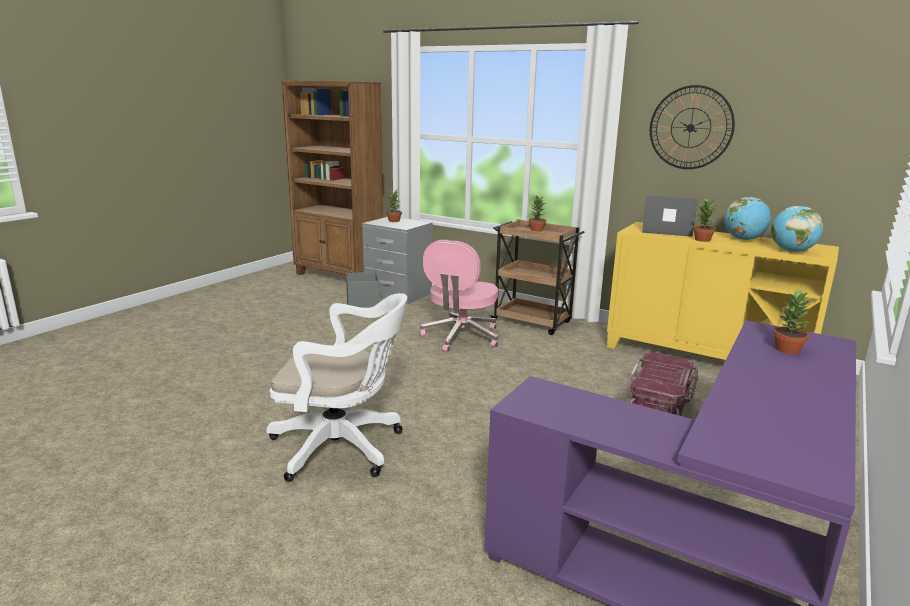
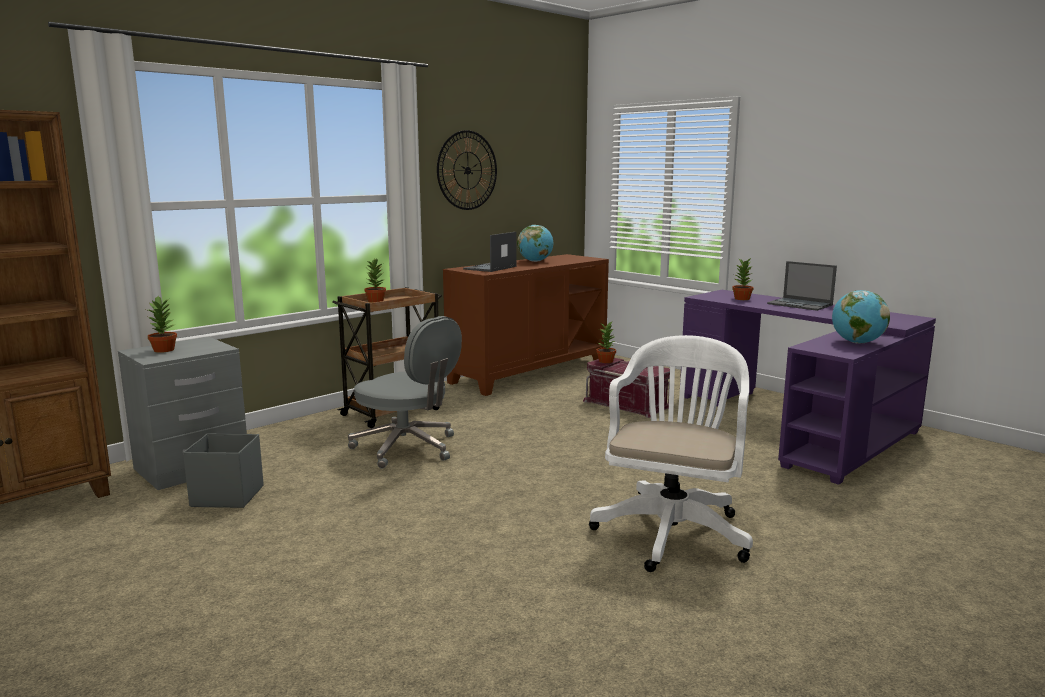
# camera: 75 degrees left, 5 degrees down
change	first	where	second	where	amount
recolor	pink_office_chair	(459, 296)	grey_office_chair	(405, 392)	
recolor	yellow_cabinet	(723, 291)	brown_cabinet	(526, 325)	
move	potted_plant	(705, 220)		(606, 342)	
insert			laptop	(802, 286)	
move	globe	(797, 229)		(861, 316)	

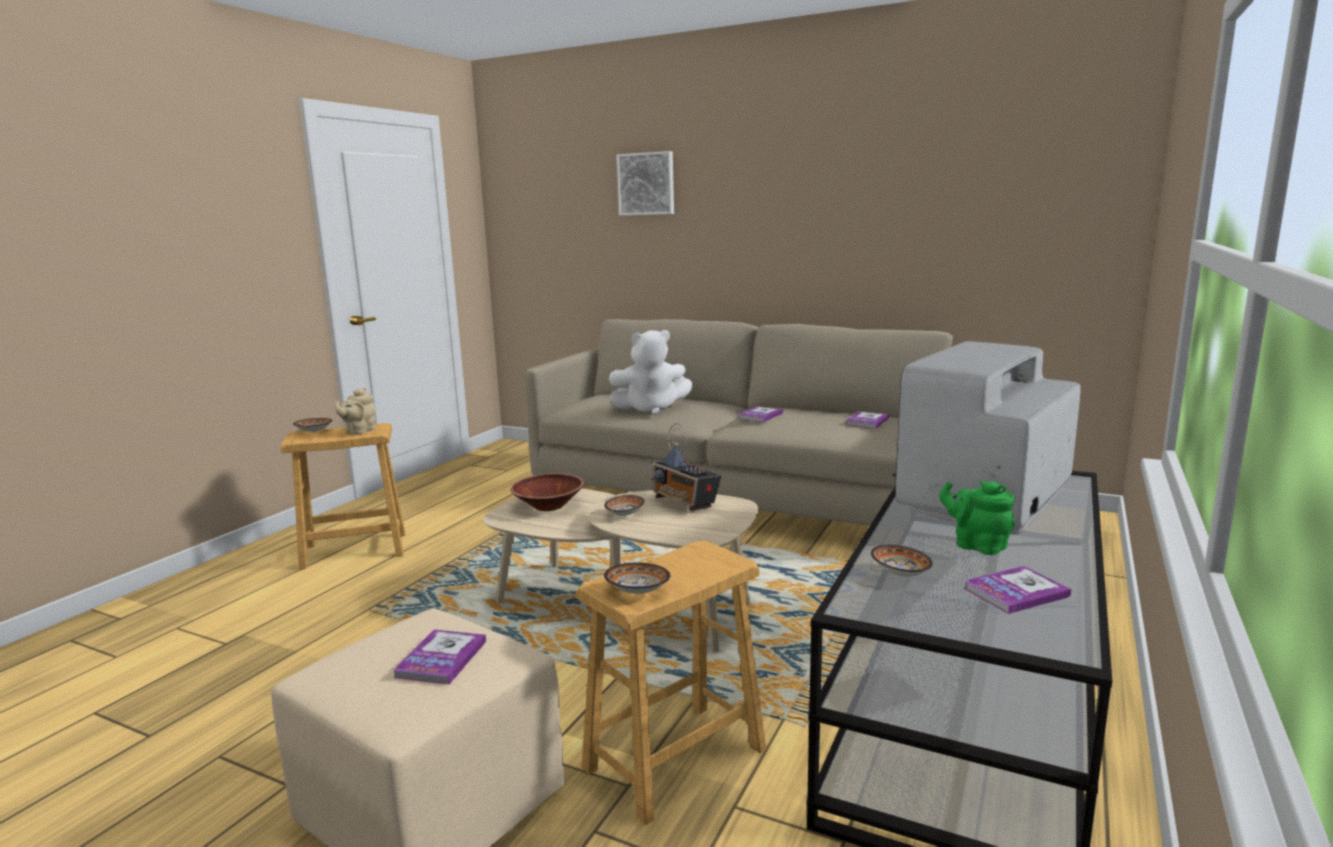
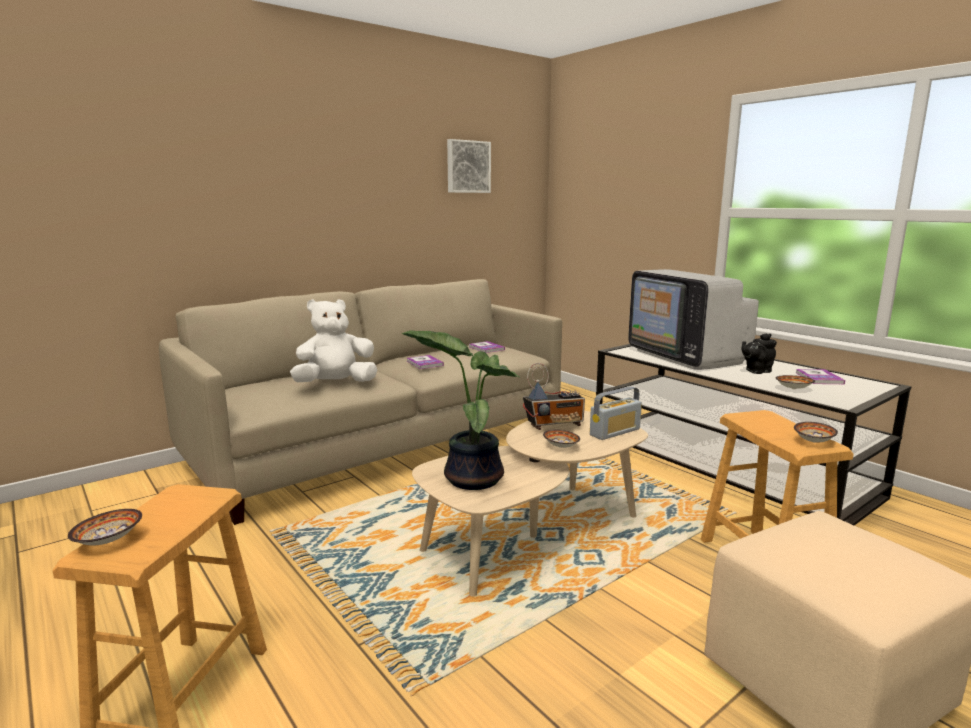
# camera: 65 degrees left, 0 degrees up
change	first	where	second	where	amount
rotate	white_plush_toy	(650, 372)		(333, 340)	135 degrees counterclockwise
replace	brown_bowl	(547, 492)	potted_plant	(460, 410)	
move	picture	(645, 183)		(469, 166)	
insert			radio	(616, 413)	
recolor	green_teapot	(977, 518)	black_teapot	(759, 353)	
delete	beige_teapot	(355, 411)			
delete	book	(439, 657)			

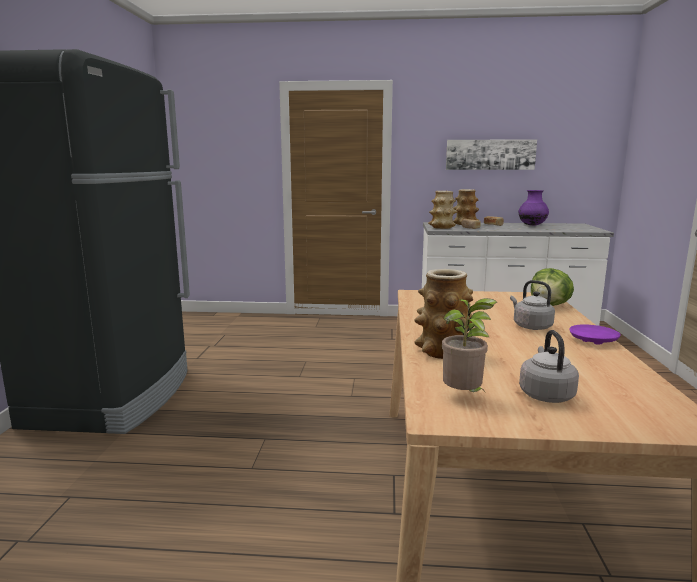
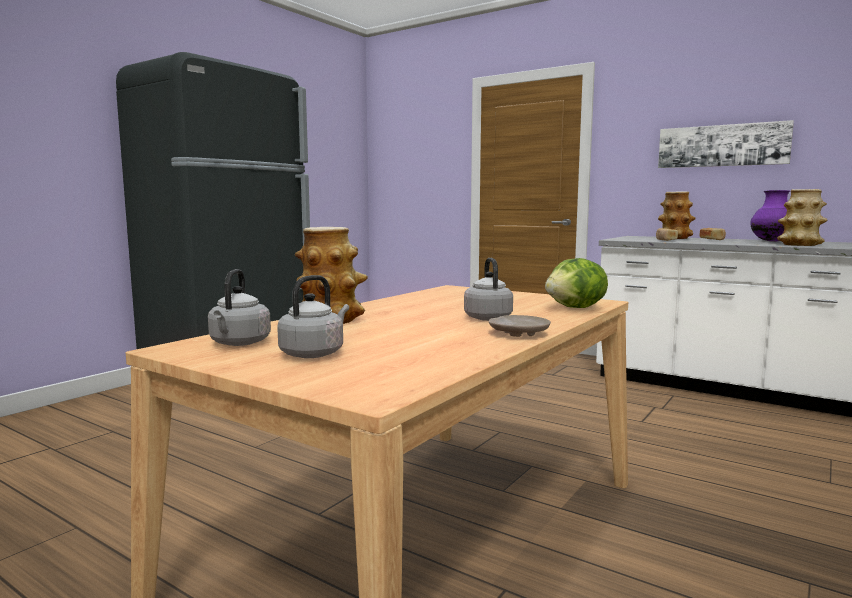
# camera: 30 degrees right, 5 degrees down
change	first	where	second	where	amount
replace	potted_plant	(469, 345)	grey_kettle	(239, 307)	
recolor	purple_plate	(595, 334)	beige_plate	(520, 326)	
move	vase	(442, 210)		(802, 217)	

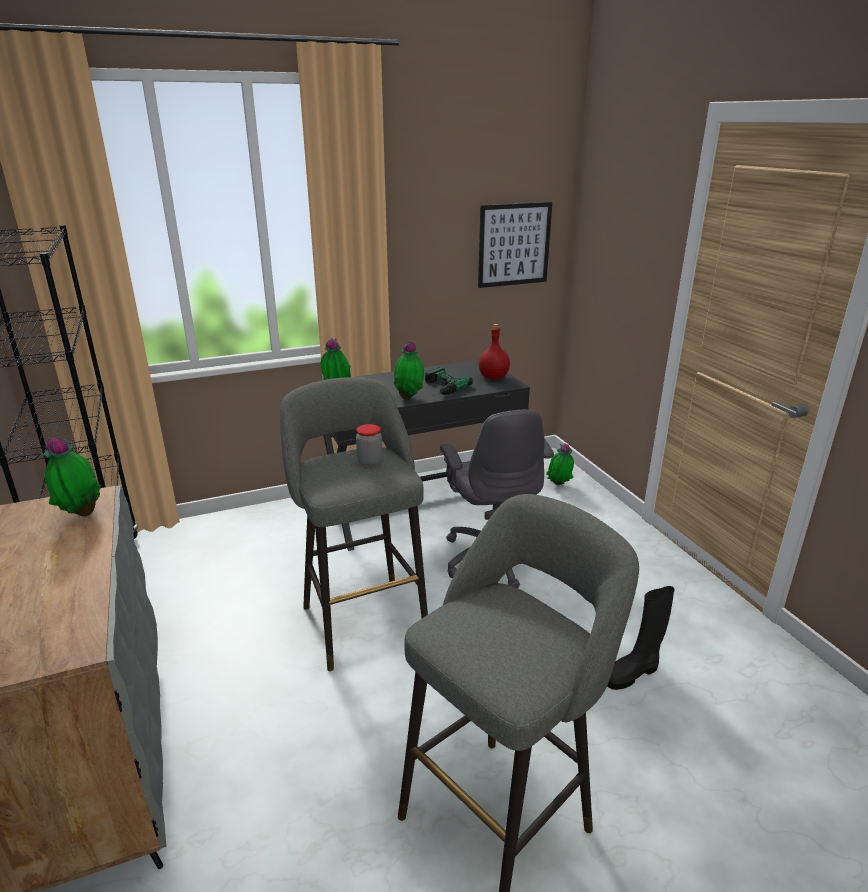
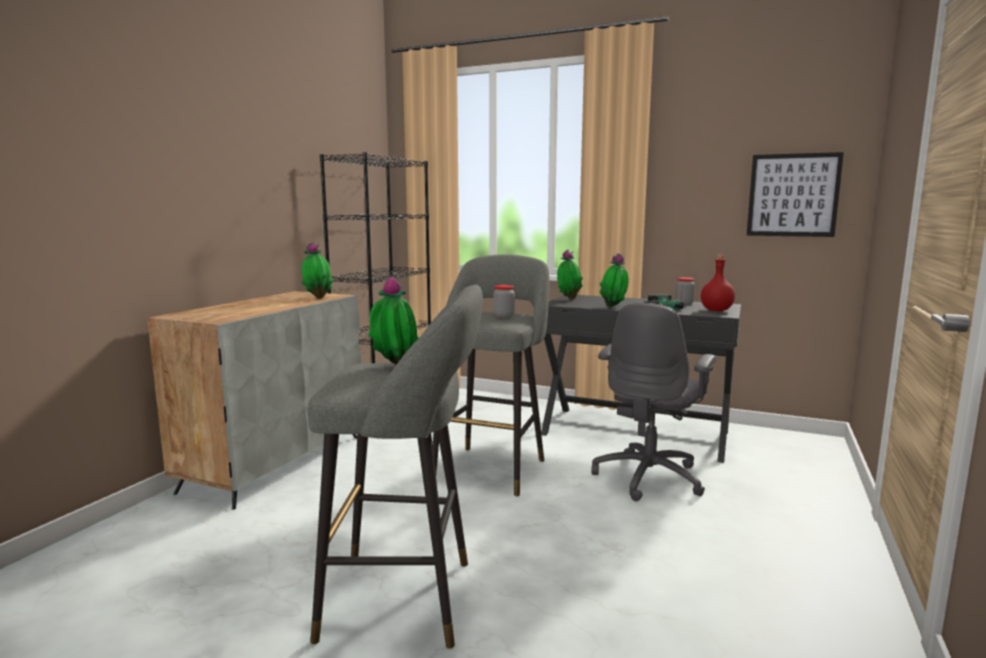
# camera: 45 degrees right, 15 degrees down
change	first	where	second	where	amount
move	potted_plant	(560, 464)		(393, 321)	
insert			jar	(685, 291)	
delete	black_boot	(641, 638)			

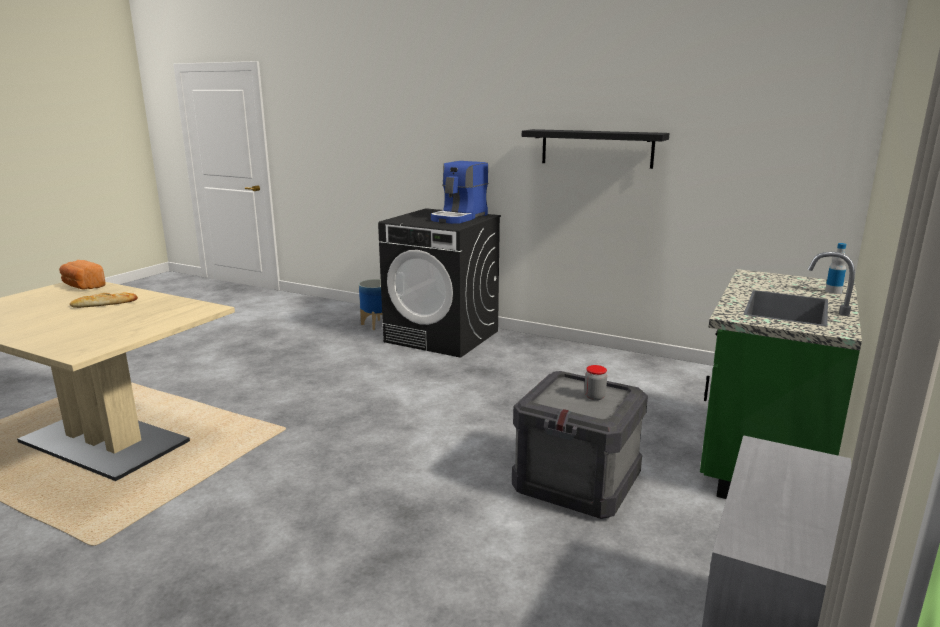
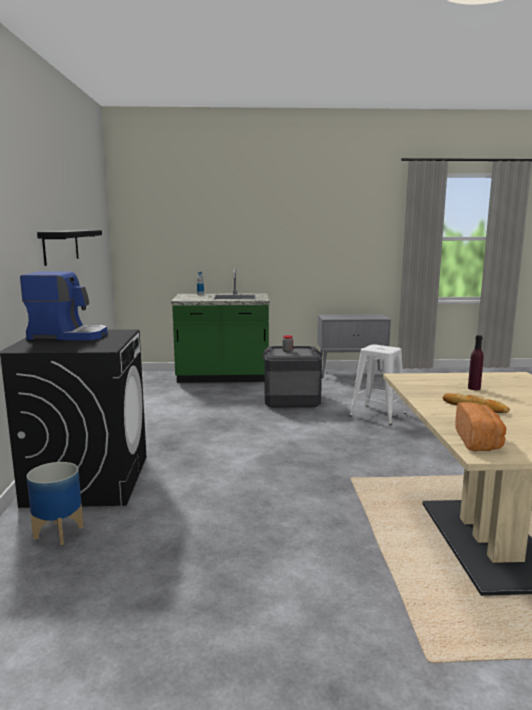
# camera: 120 degrees left, 5 degrees down
change	first	where	second	where	amount
insert			white_stool	(377, 384)	
insert			purple_bottle	(475, 362)	

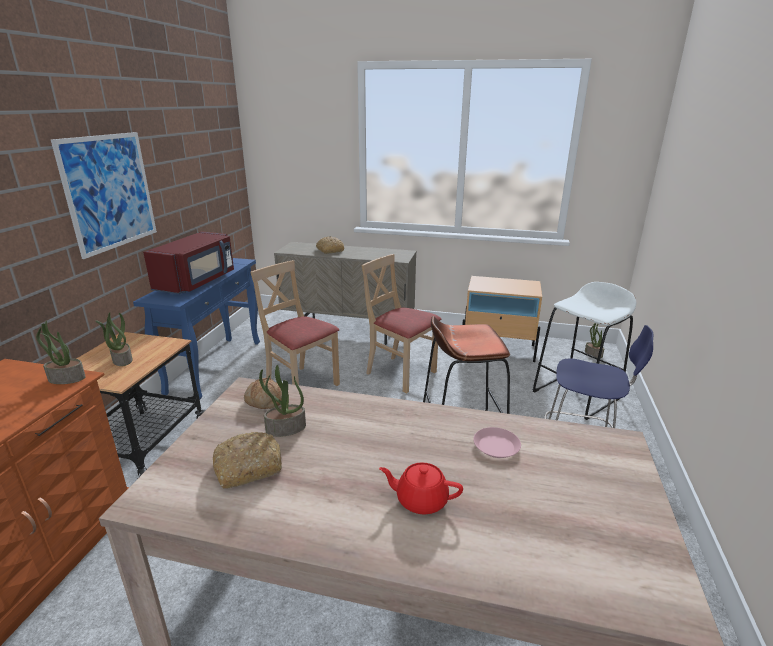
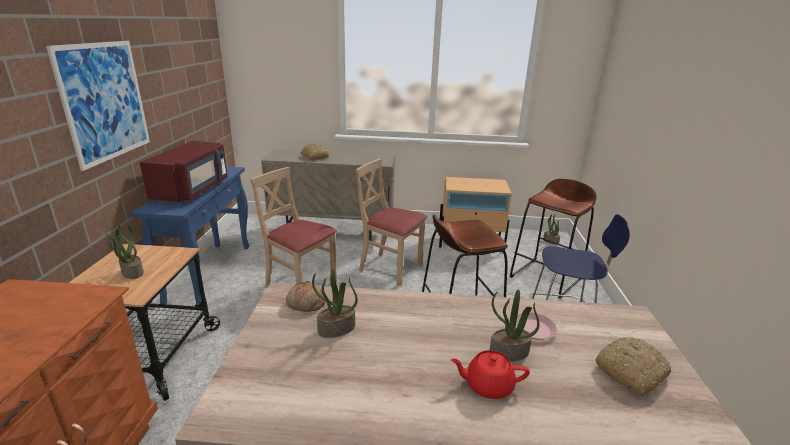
# camera: 10 degrees left, 0 degrees up
change	first	where	second	where	amount
move	potted_plant	(61, 352)		(515, 325)	
recolor	white_stool	(584, 351)	brown_stool	(553, 239)	
move	bread	(247, 460)		(633, 366)	

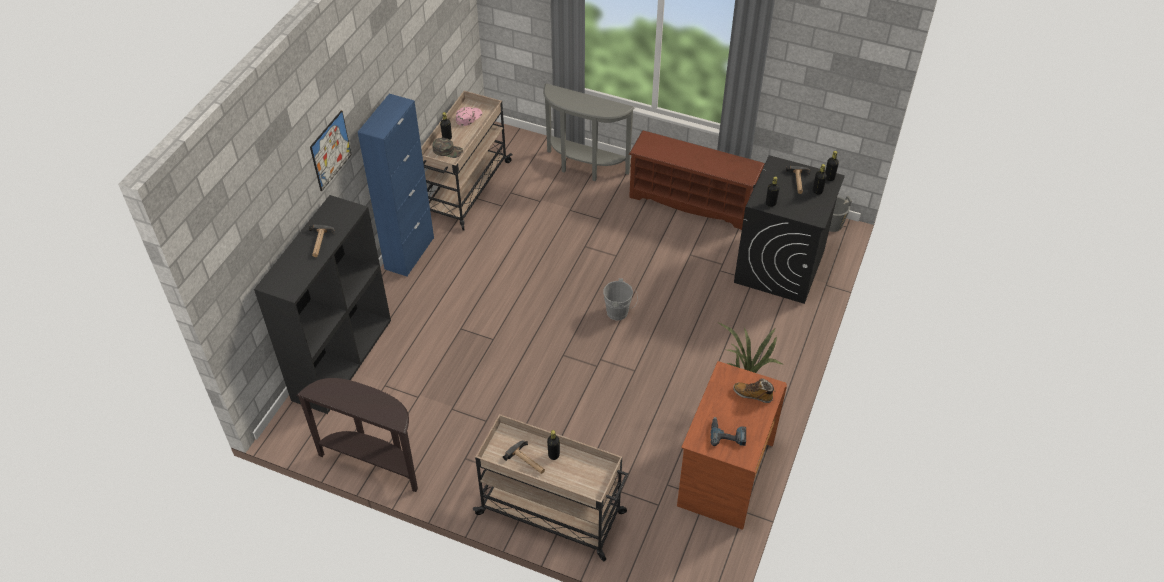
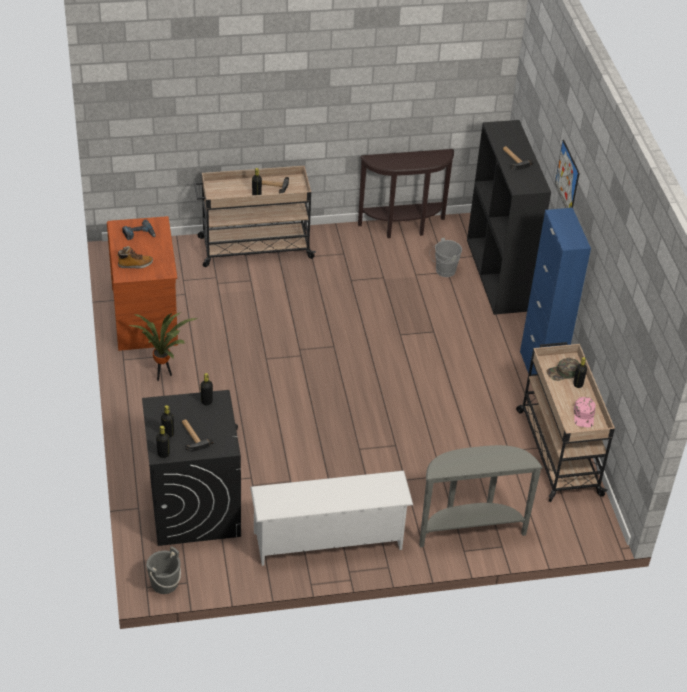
# camera: 145 degrees right, 5 degrees down
change	first	where	second	where	amount
recolor	brown_shoe_rack	(697, 180)	white_shoe_rack	(331, 518)	
move	grey_bucket	(620, 299)		(446, 257)	

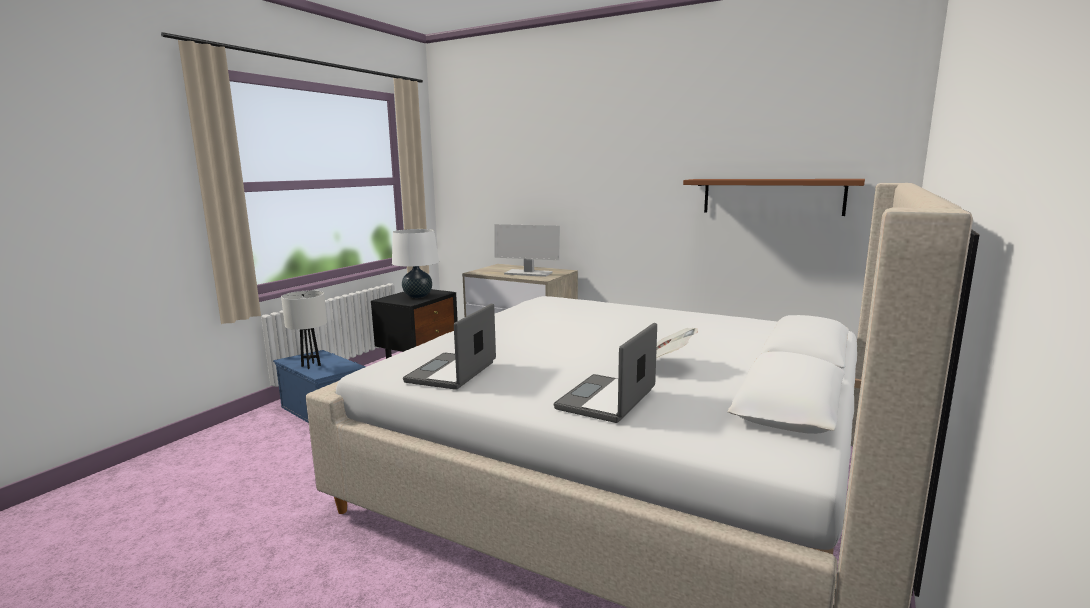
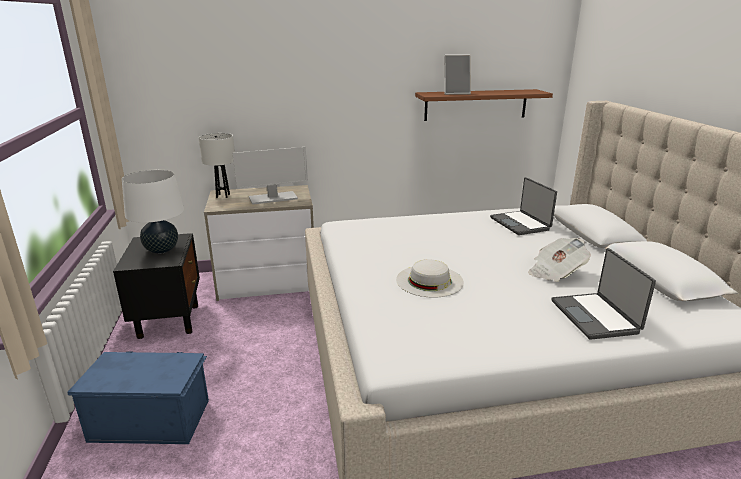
# camera: 40 degrees left, 10 degrees up
change	first	where	second	where	amount
move	white_table_lamp	(304, 329)		(216, 165)	
insert			white_hat	(430, 279)	
insert			picture_frame	(457, 74)	
move	laptop	(449, 347)		(523, 206)	

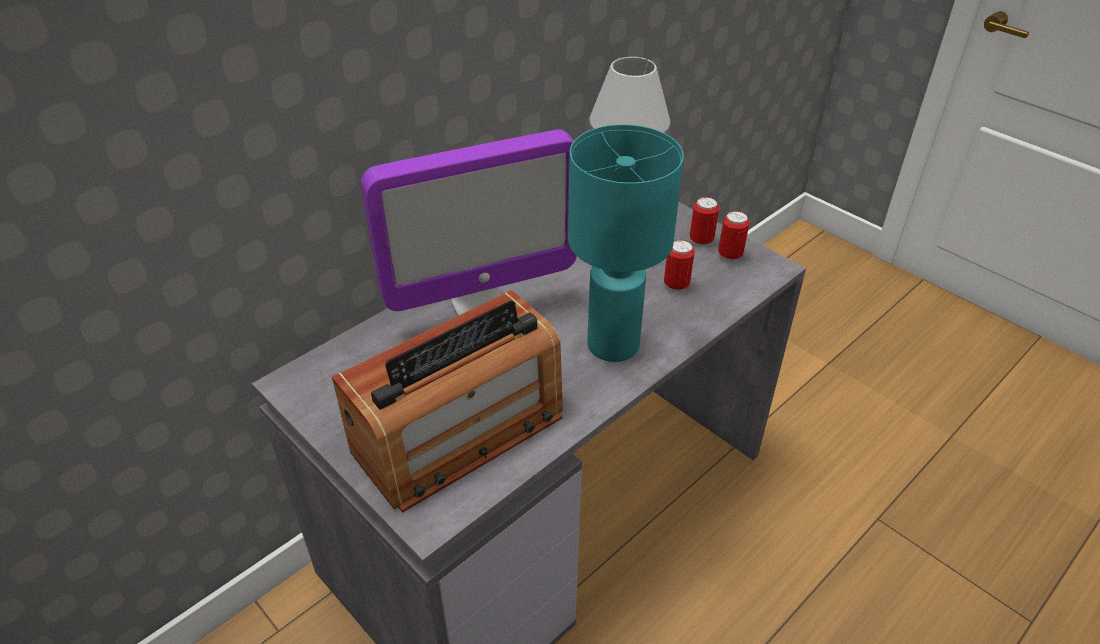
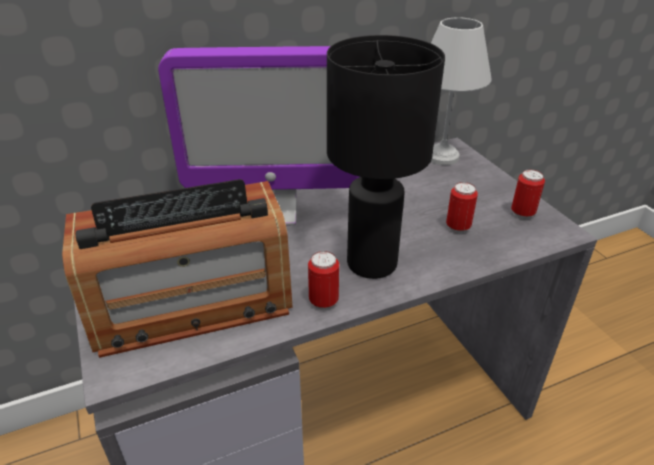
# camera: 20 degrees right, 5 degrees down
change	first	where	second	where	amount
move	can	(704, 222)		(323, 280)	
recolor	turquoise_table_lamp	(626, 243)	black_table_lamp	(386, 157)	

